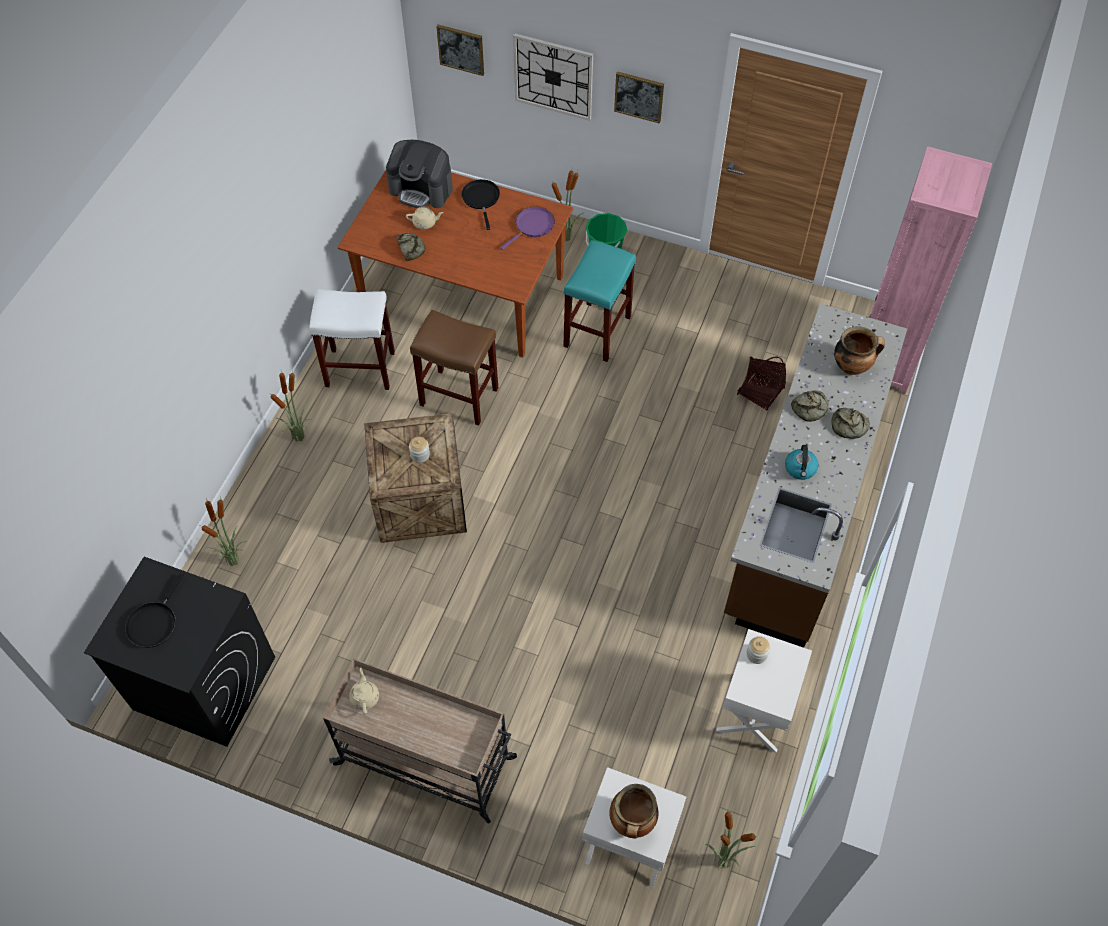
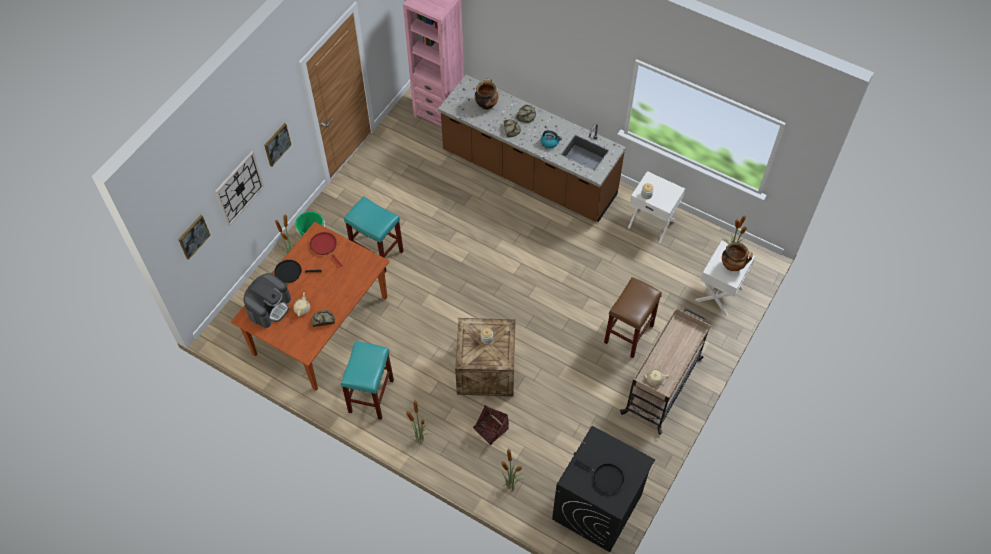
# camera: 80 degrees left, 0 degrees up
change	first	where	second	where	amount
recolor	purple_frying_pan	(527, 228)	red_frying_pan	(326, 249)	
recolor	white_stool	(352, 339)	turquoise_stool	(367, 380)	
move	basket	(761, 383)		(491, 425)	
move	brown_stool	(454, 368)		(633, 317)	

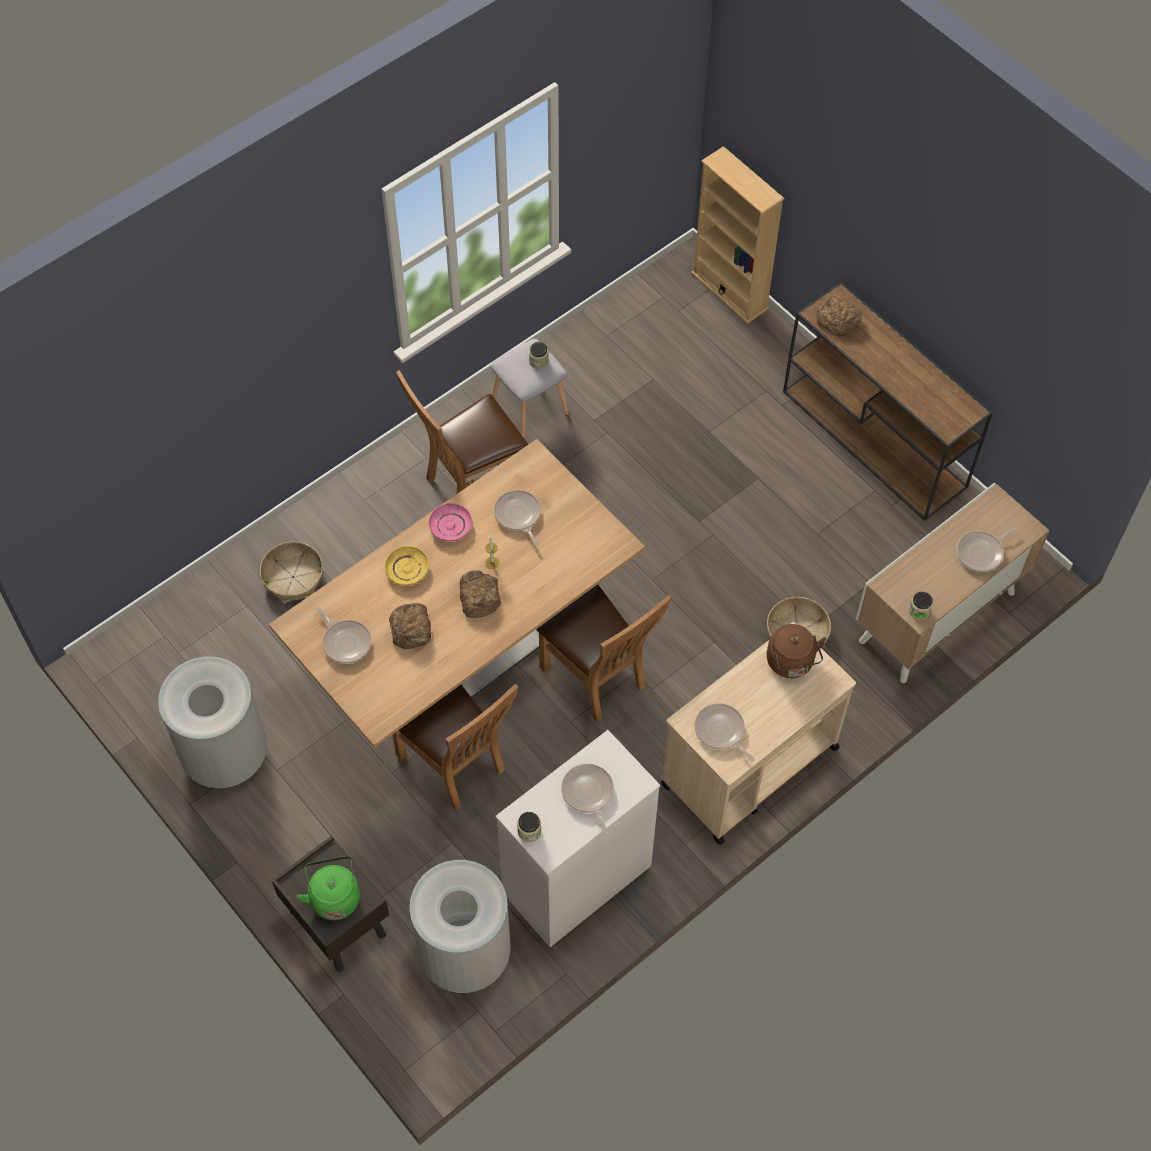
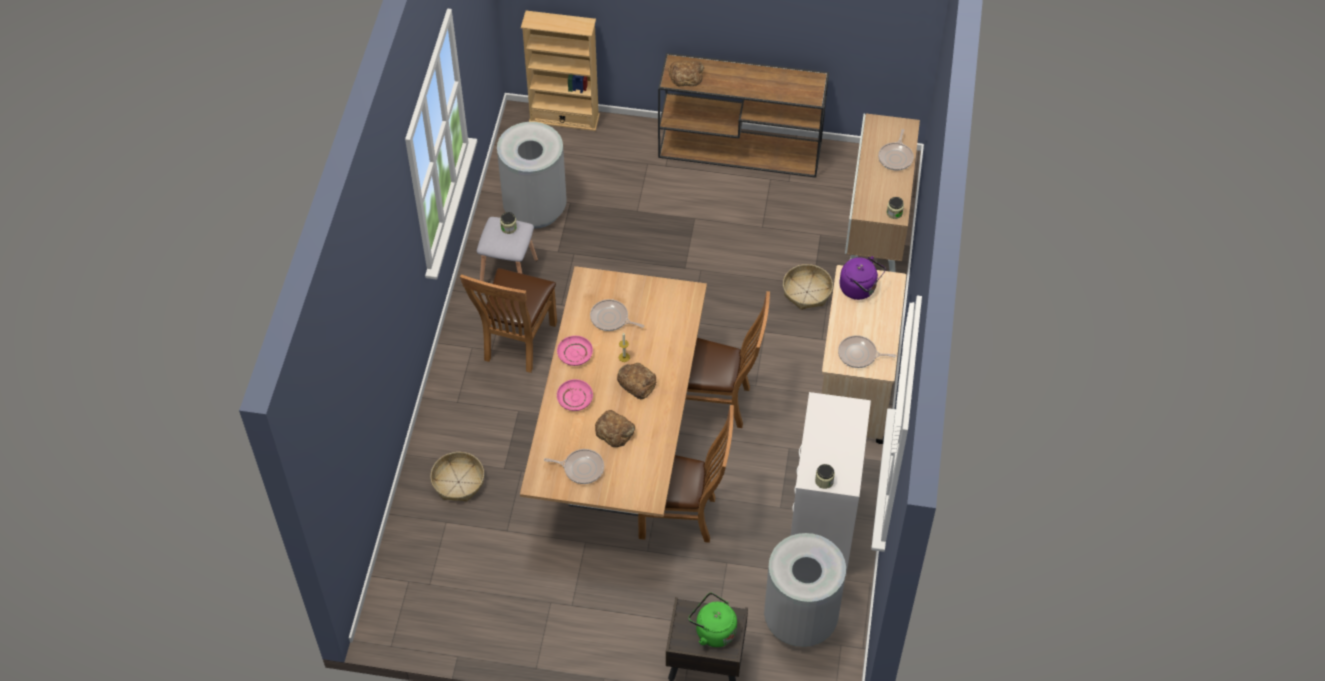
# camera: 40 degrees left, 5 degrees down
change	first	where	second	where	amount
move	grey_trash_can	(212, 722)		(532, 175)	
recolor	yellow_plate	(407, 566)	pink_plate	(575, 395)	
recolor	brown_kettle	(796, 651)	purple_kettle	(863, 278)	
delete	frying_pan	(587, 799)			

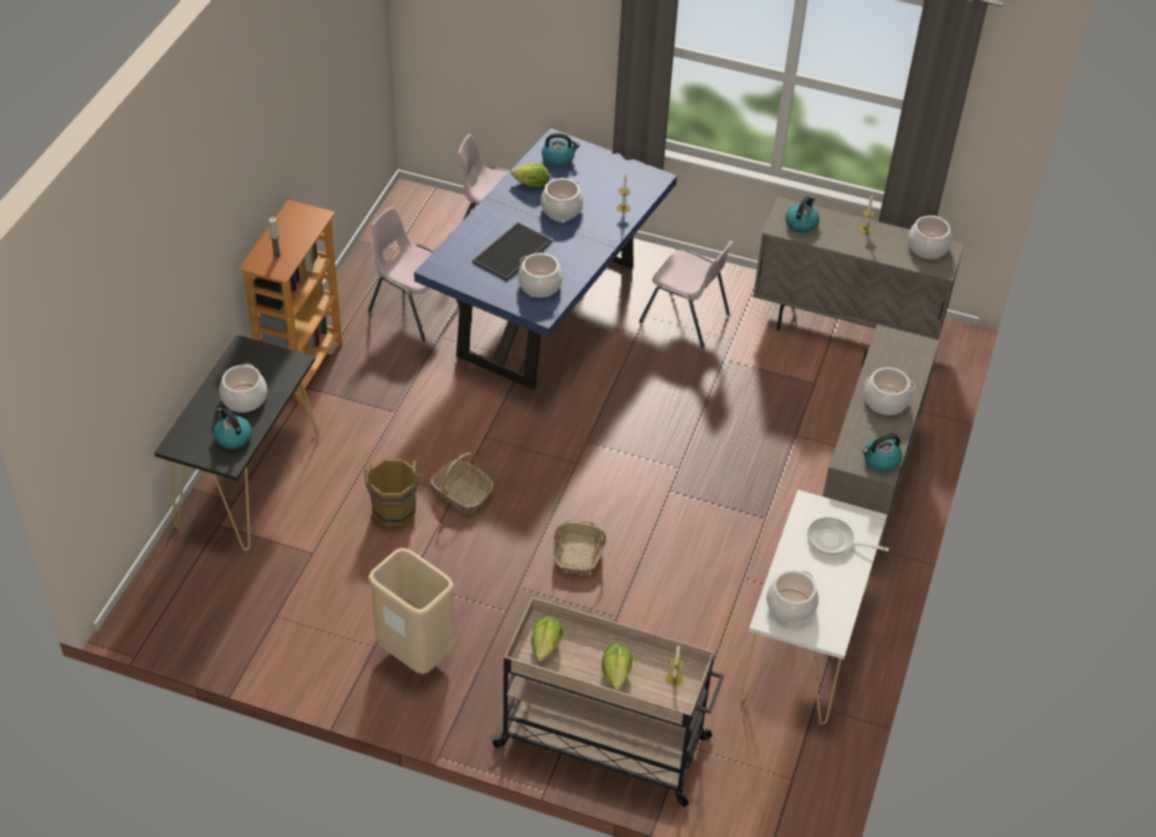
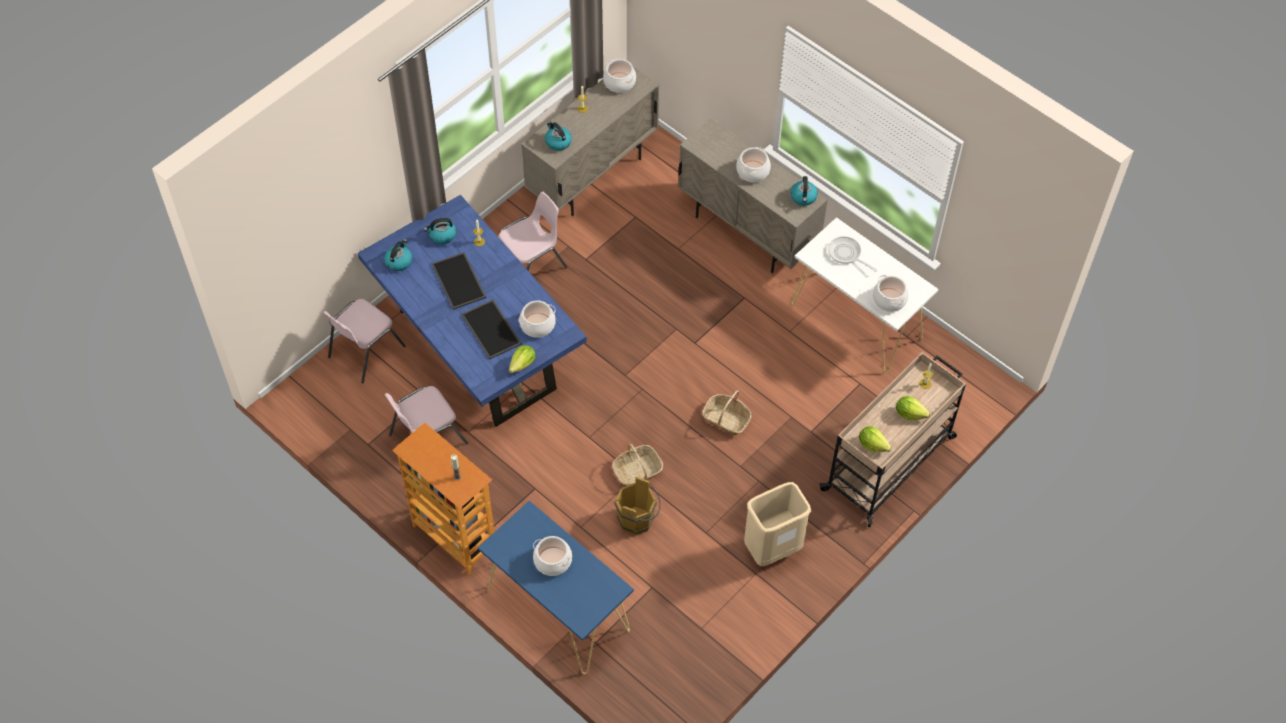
# camera: 65 degrees left, 10 degrees up
change	first	where	second	where	amount
move	kettle	(232, 428)		(440, 231)	
replace	cooking_pot	(562, 199)	tray	(458, 281)	
recolor	black_console_table	(236, 442)	blue_console_table	(556, 587)	
move	lettuce	(530, 175)		(522, 359)	
rotate	frying_pan	(848, 536)		(853, 254)	90 degrees clockwise

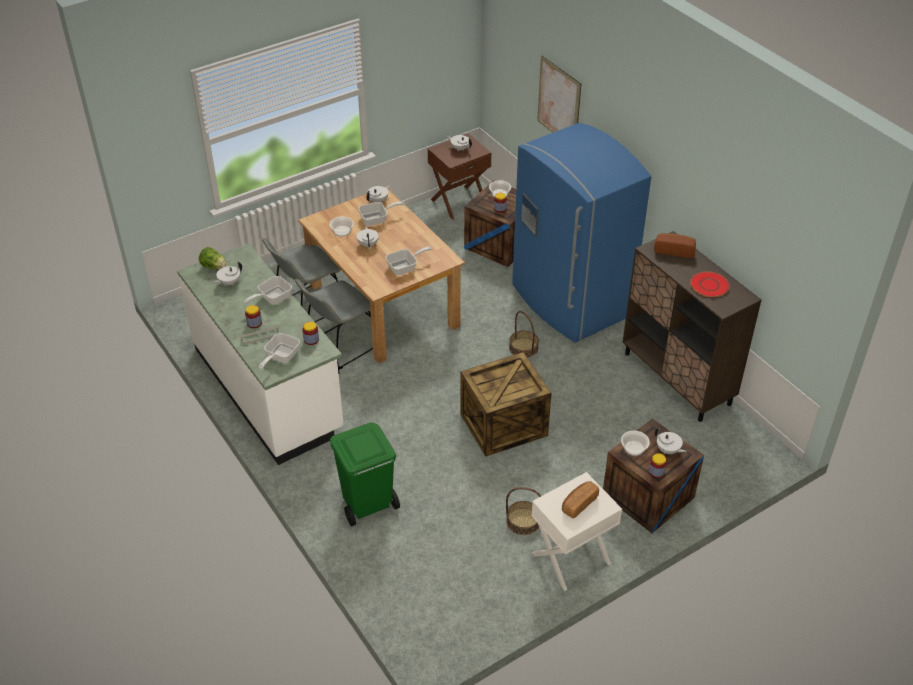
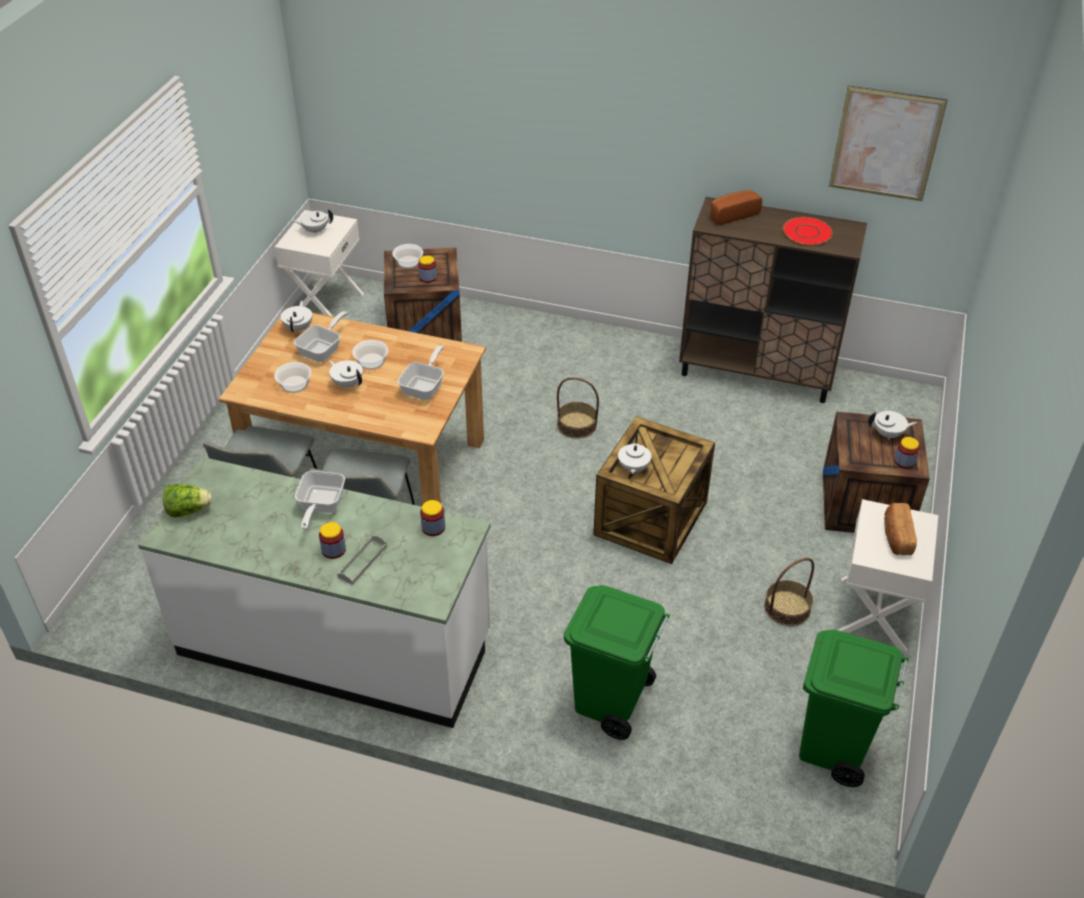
# camera: 40 degrees left, 0 degrees up
change	first	where	second	where	amount
recolor	brown_nightstand	(460, 176)	white_nightstand	(319, 263)	
move	bowl	(635, 443)		(370, 355)	
move	white_teapot	(227, 274)		(634, 454)	
insert			green_trash_can	(854, 708)	
move	picture	(559, 94)		(888, 143)	
delete	frying_pan	(279, 351)			
delete	blue_fridge	(581, 233)			

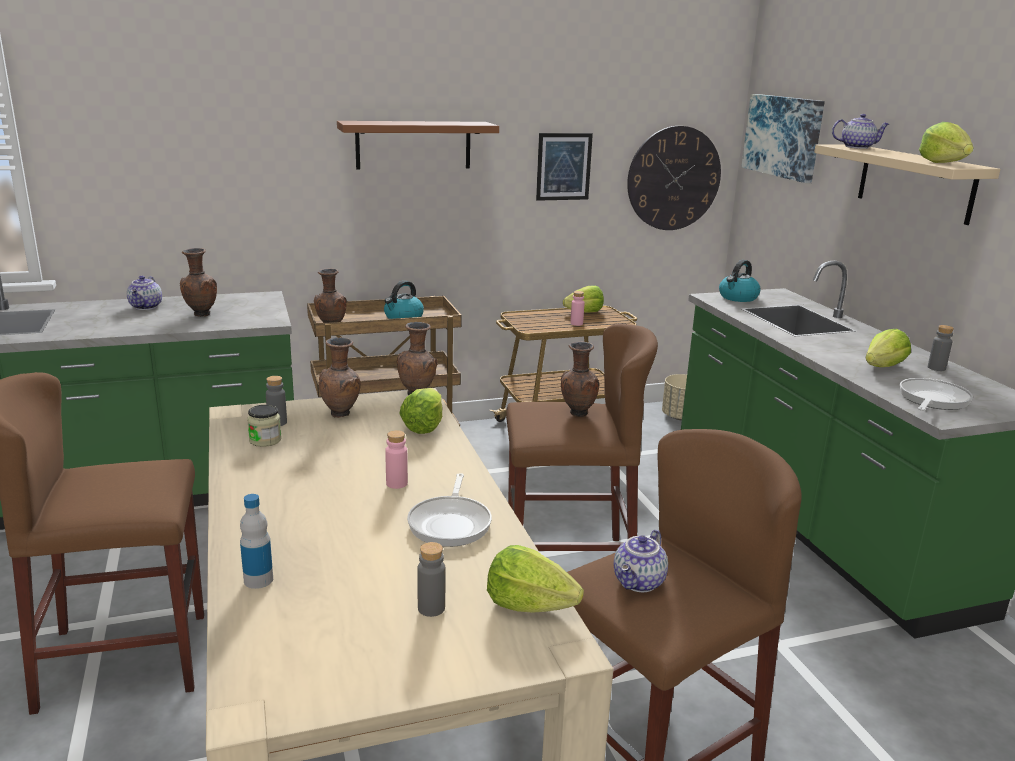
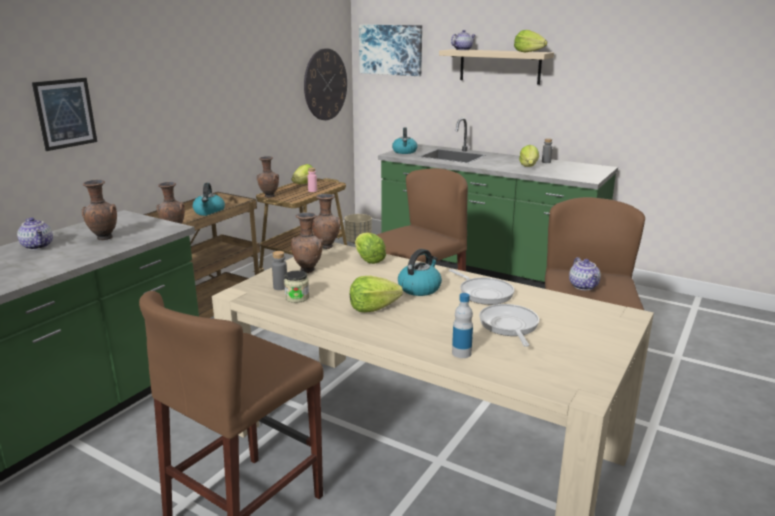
# camera: 40 degrees left, 0 degrees up
change	first	where	second	where	amount
move	picture	(564, 167)		(64, 114)	
move	brown_vase	(580, 379)		(268, 177)	
move	lettuce	(535, 579)		(376, 294)	
replace	pink_bottle	(396, 459)	kettle	(420, 272)	
move	frying_pan	(936, 394)		(509, 325)	
delete	brown_shelf	(418, 145)			
delete	grey_bottle	(431, 579)			

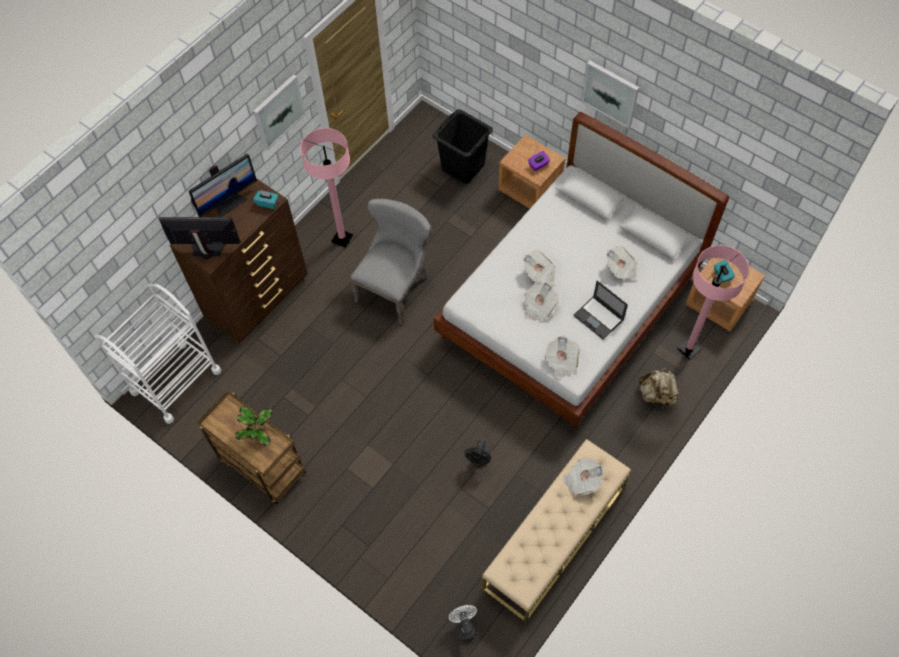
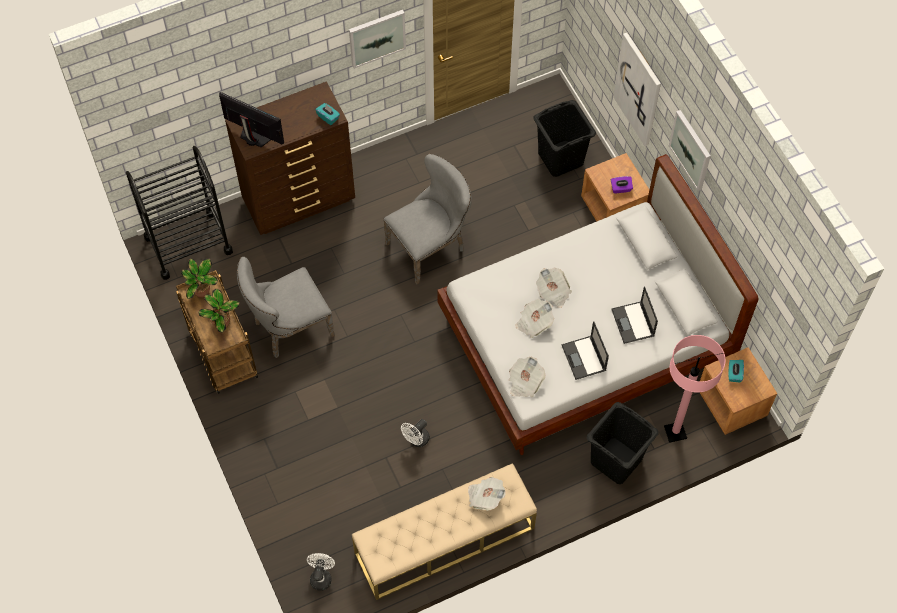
# camera: 25 degrees right, 0 degrees up
change	first	where	second	where	amount
recolor	white_cart	(158, 353)	black_cart	(179, 213)	
insert			potted_plant	(199, 278)	
insert			grey_chair	(286, 307)	
recolor	black_fan	(478, 452)	white_fan	(415, 433)	
replace	beige_backpack	(658, 388)	black_laundry_basket	(623, 443)	
replace	newspaper	(622, 263)	laptop	(634, 315)	
insert			picture	(637, 89)	
delete	monitor	(223, 185)			
delete	pink_floor_lamp	(326, 188)			

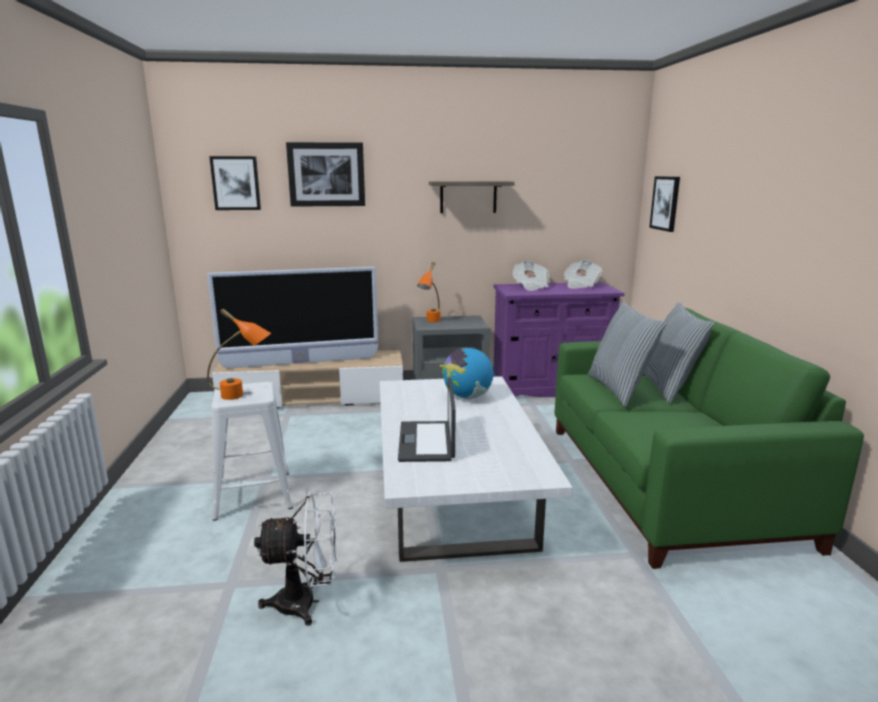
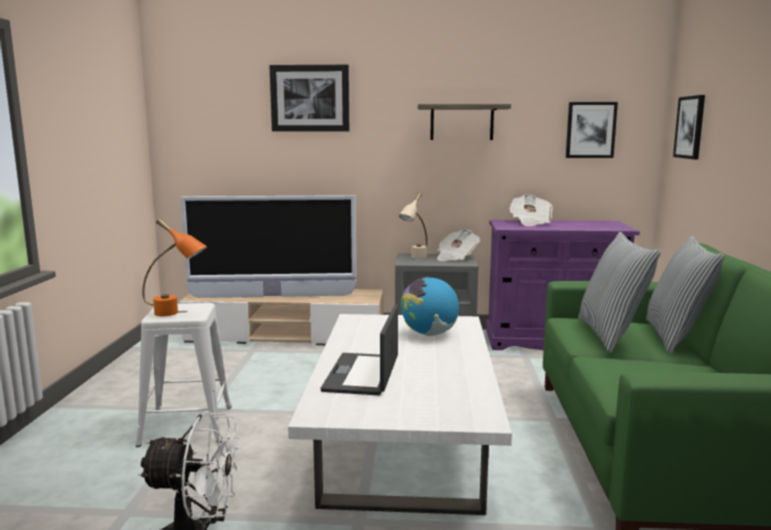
# camera: 10 degrees right, 5 degrees down
change	first	where	second	where	amount
recolor	orange_table_lamp	(428, 292)	beige_table_lamp	(413, 225)	
move	newspaper	(583, 274)		(458, 245)	
move	picture	(235, 183)		(592, 130)	

